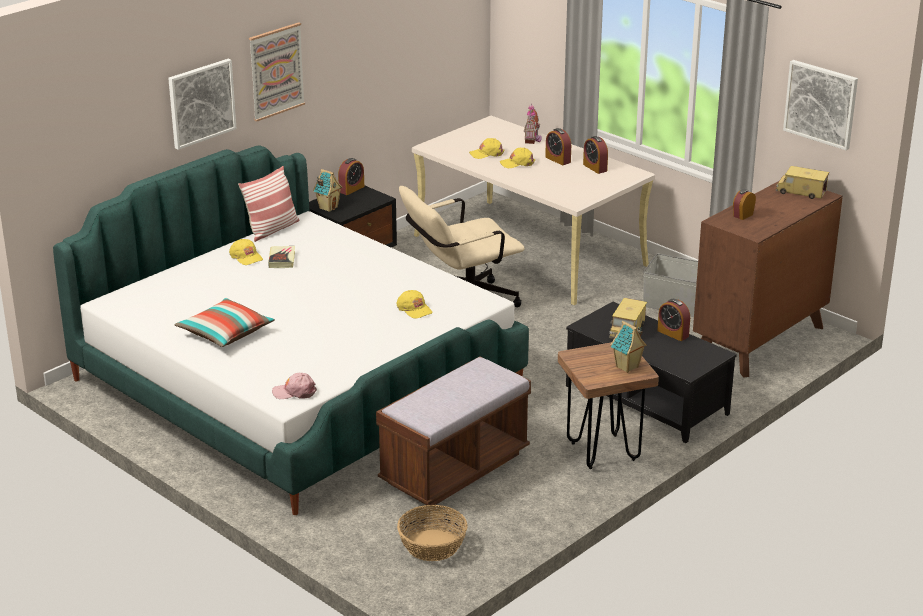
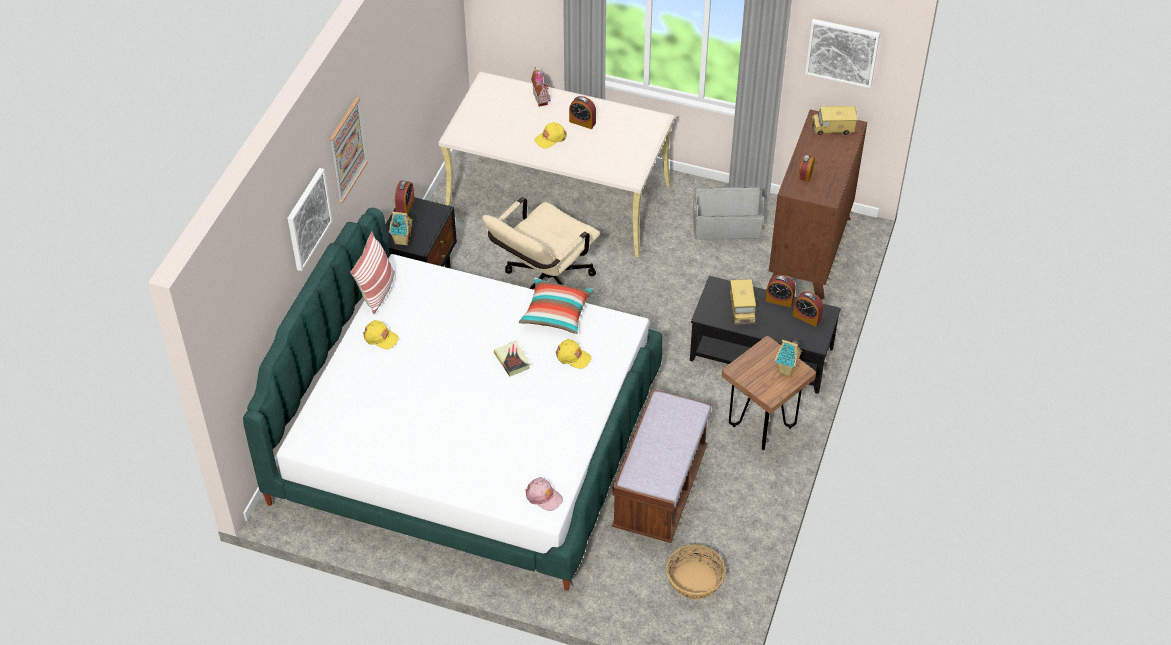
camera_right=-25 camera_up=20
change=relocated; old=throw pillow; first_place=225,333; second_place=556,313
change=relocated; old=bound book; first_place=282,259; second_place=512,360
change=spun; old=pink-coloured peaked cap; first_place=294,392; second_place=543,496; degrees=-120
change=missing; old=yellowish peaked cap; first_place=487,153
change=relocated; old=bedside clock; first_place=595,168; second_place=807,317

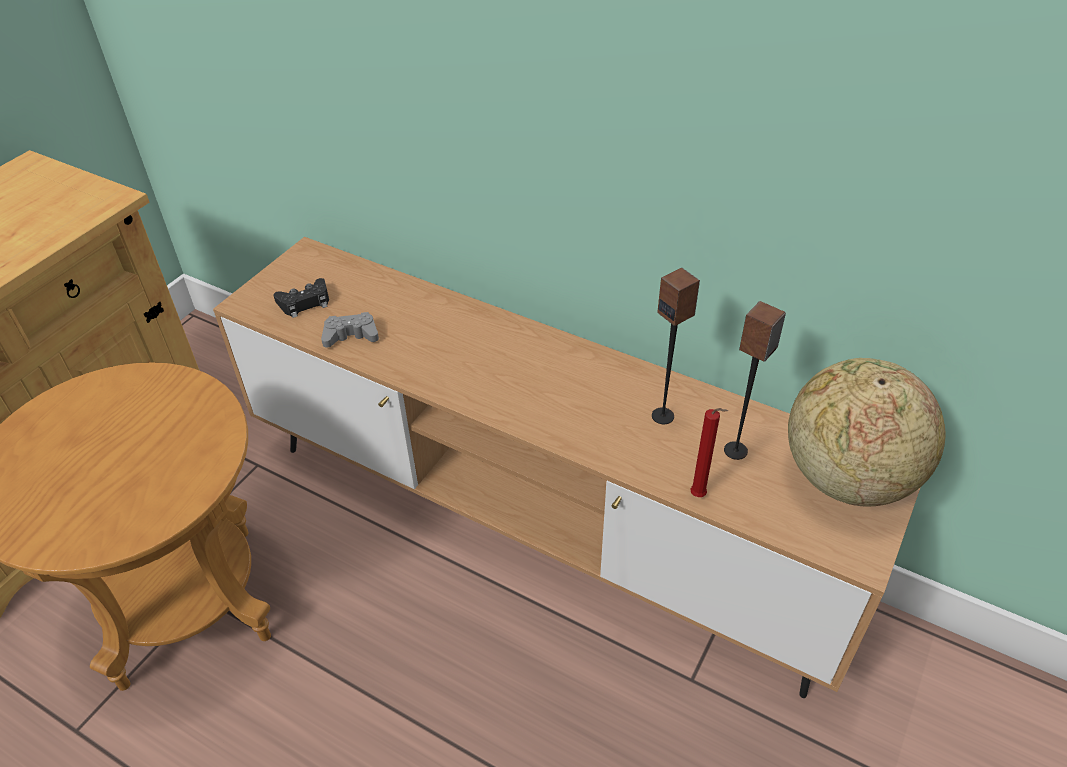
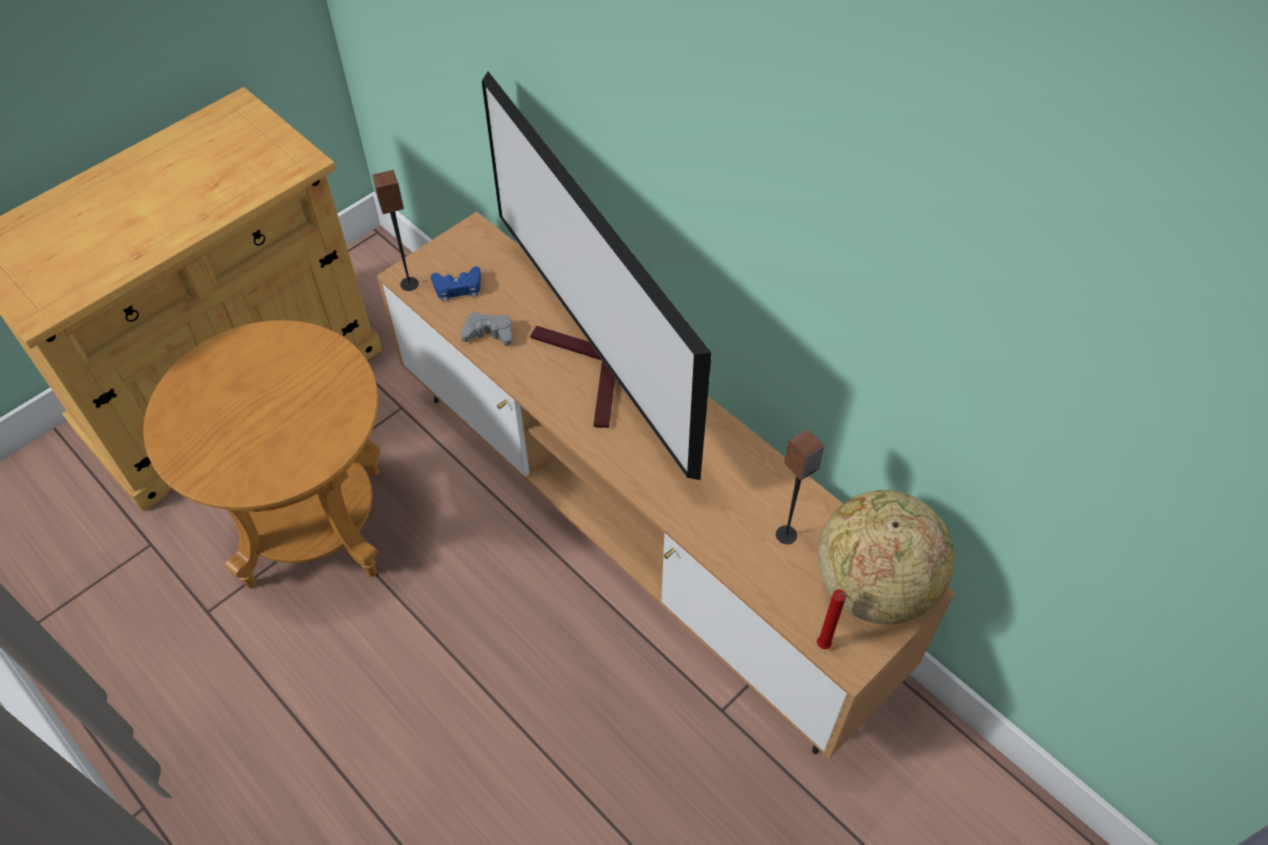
camera_right=15 camera_up=10
change=colour; old=black game controller; new=blue game controller; first_place=305,302; second_place=458,288
change=relocated; old=loudspeaker; first_place=663,416; second_place=410,284
change=relocated; old=red wax light; first_place=700,496; second_place=825,647
change=appeared; new=TV; second_place=593,370

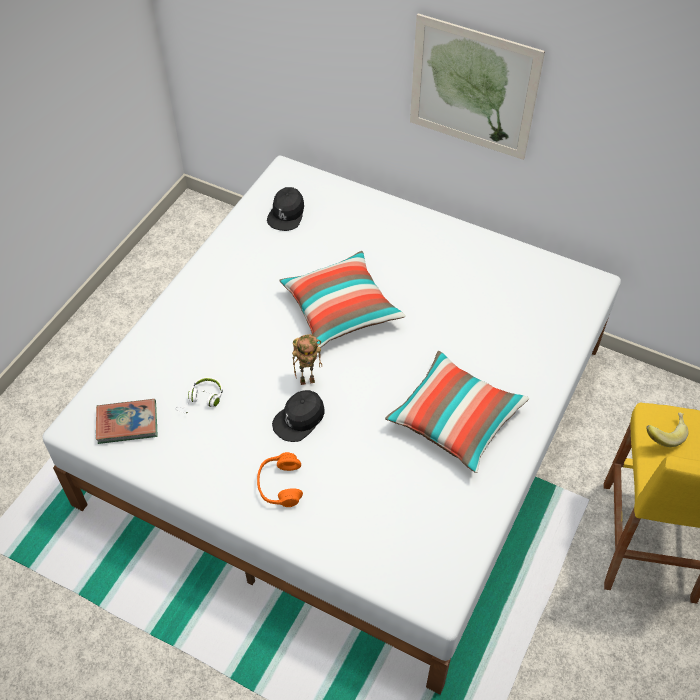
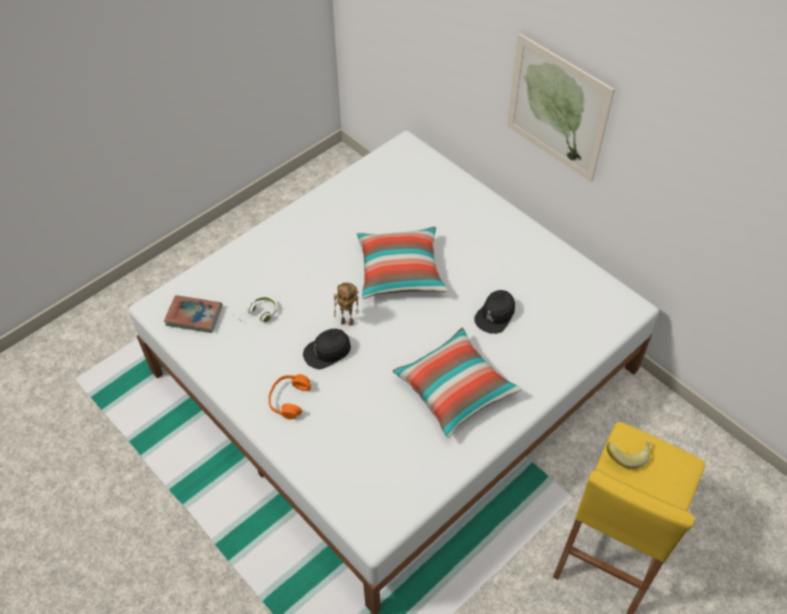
camera_right=20 camera_up=0
change=relocated; old=black peaked cap; first_place=286,214; second_place=495,315

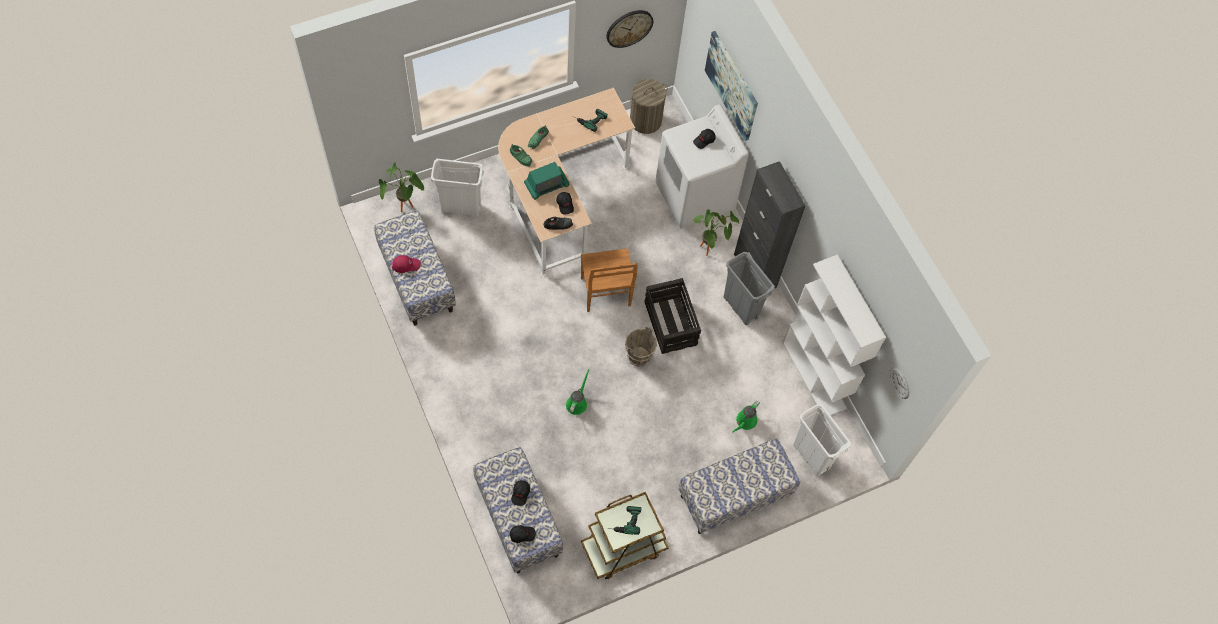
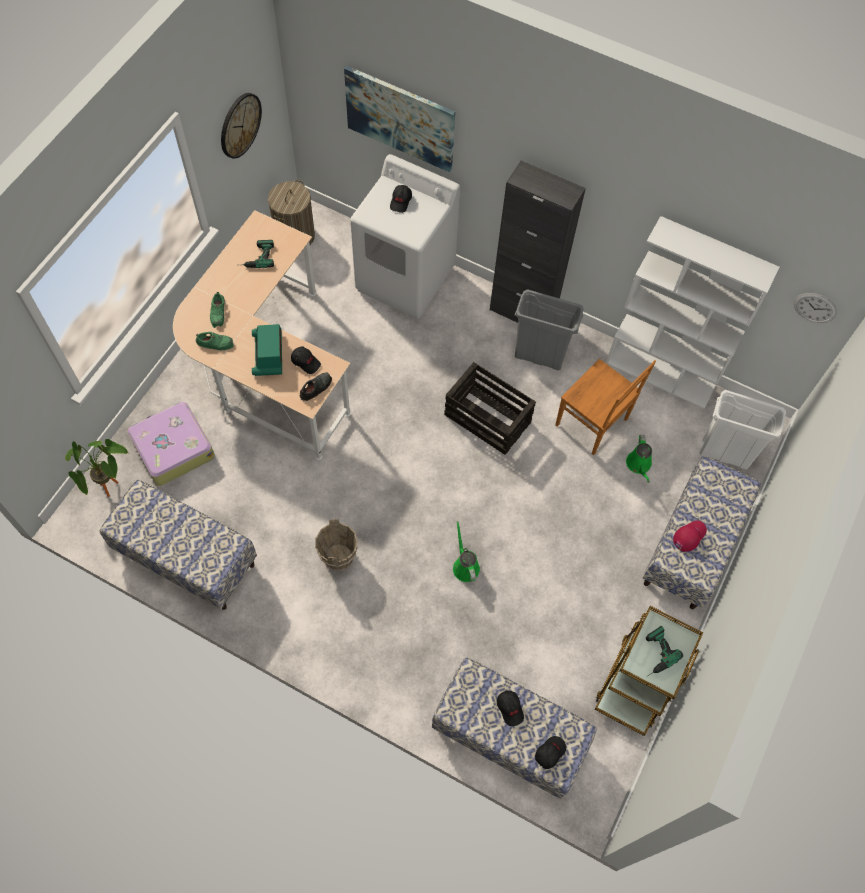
camera_right=-35 camera_up=0
change=relocated; old=red peaked cap; first_place=406,265; second_place=689,536
change=exchanged; old=white waste bin; new=suitcase; first_place=460,208; second_place=172,448
change=spun; old=radio receiver; first_place=546,185; second_place=268,354; degrees=150
change=relocated; old=brownish plain chair; first_place=605,293; second_place=593,423
change=relocated; old=brownish water bucket; first_place=639,357; second_place=339,557
change=missing; old=houseplant; first_place=709,251

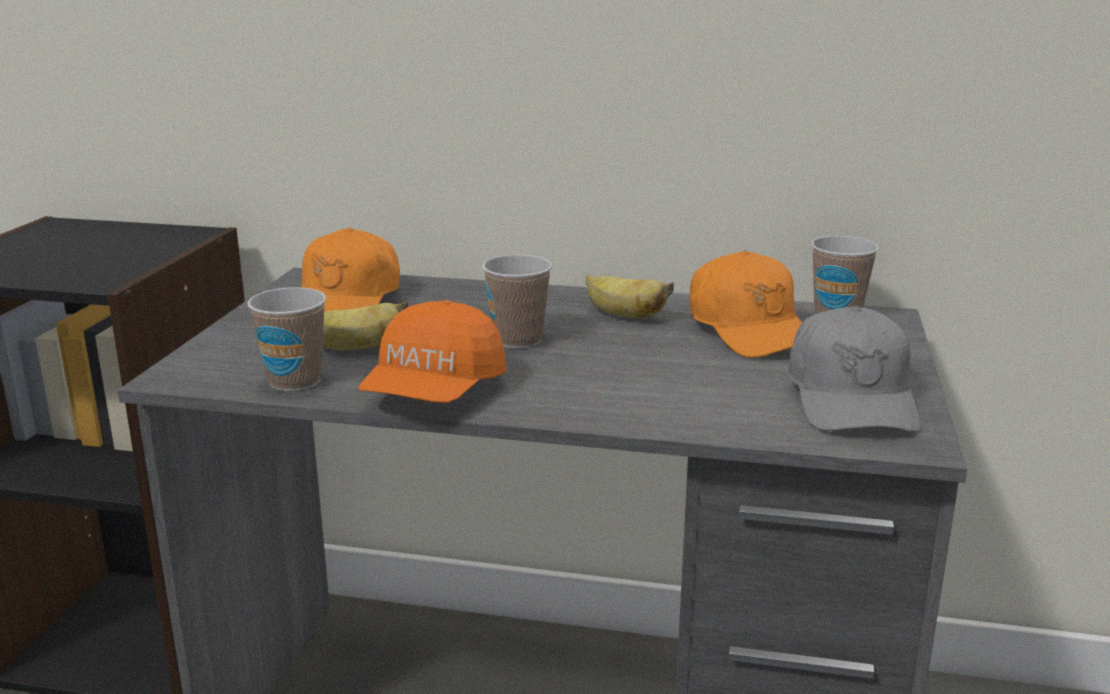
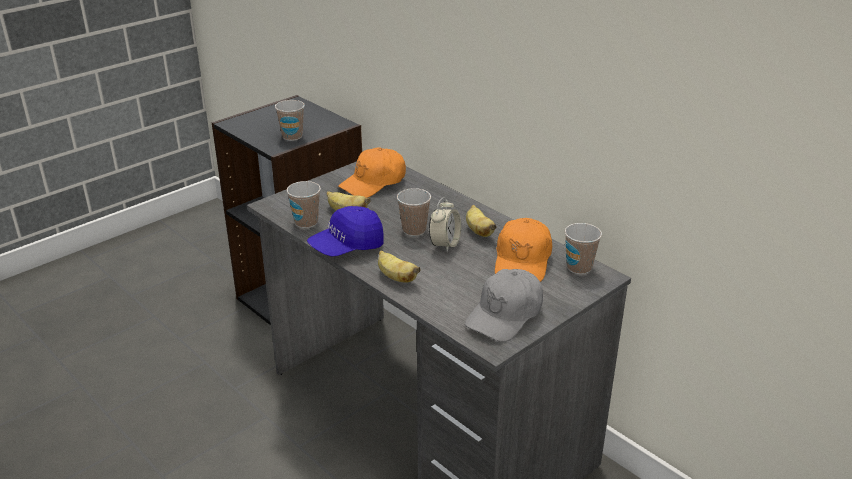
camera_right=35 camera_up=10
change=colour; old=orange-coloured peaked cap; new=blue peaked cap; first_place=433,392; second_place=347,247
change=appeared; new=drinking cup; second_place=292,136
change=appeared; new=whole banana; second_place=396,277
change=appeared; new=bedside clock; second_place=445,244

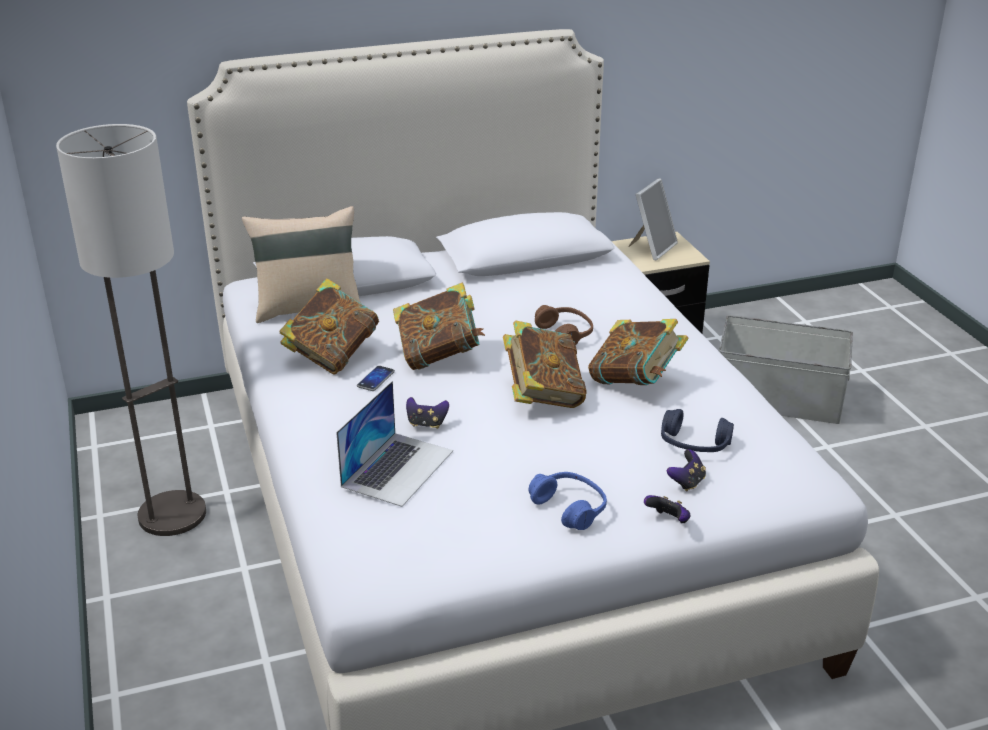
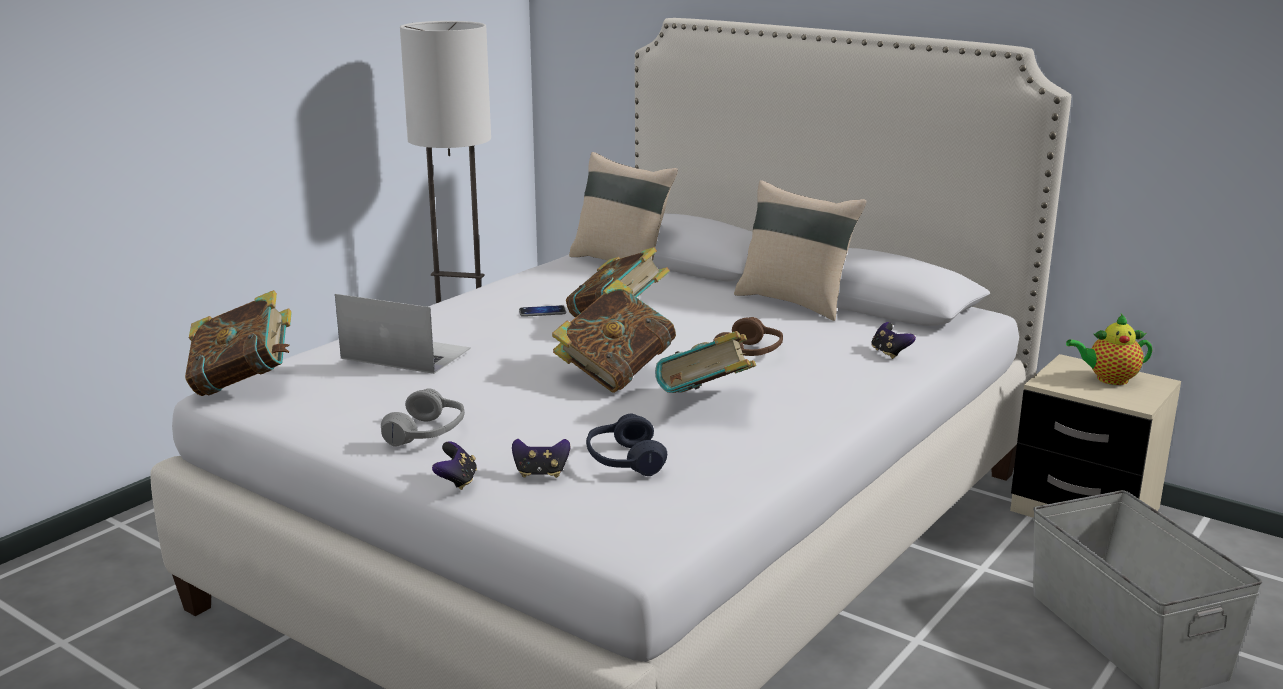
camera_right=55 camera_up=-10
change=relocated; old=bound book; first_place=332,356; second_place=244,384
change=spun; old=portable computer; first_place=398,468; second_place=405,353; degrees=-150
change=relocated; old=game controller; first_place=426,424; second_place=889,353
change=colour; old=blue headset; new=gray headset; first_place=569,508; second_place=427,433
change=exchanged; old=photo frame; new=pot for tea; first_place=651,248; second_place=1108,379
change=appeared; new=sand-coloured throw pillow; second_place=795,302

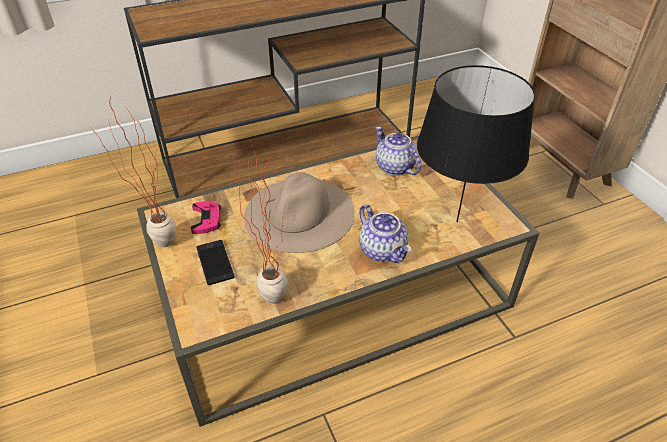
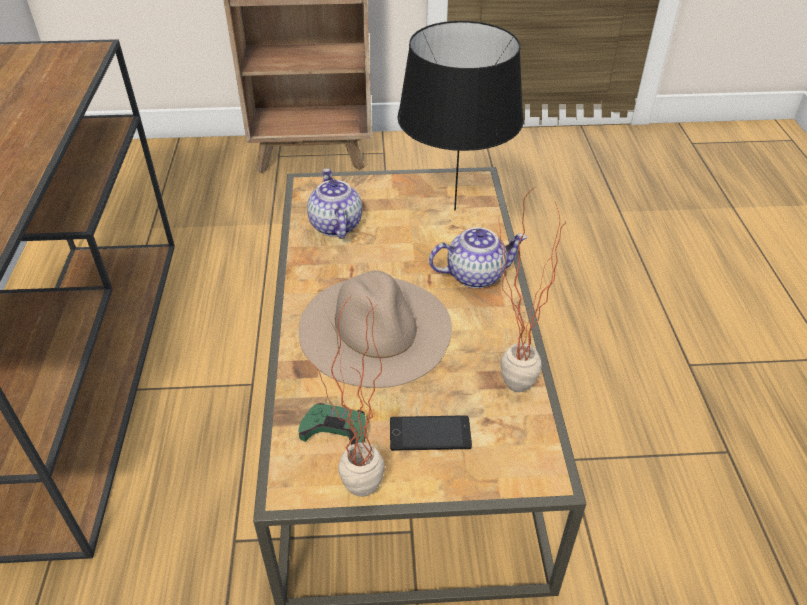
camera_right=-70 camera_up=0
change=colour; old=pink-coloured game controller; new=green game controller; first_place=206,220; second_place=335,429
change=spun; old=pot for tea; first_place=394,167; second_place=335,225; degrees=90

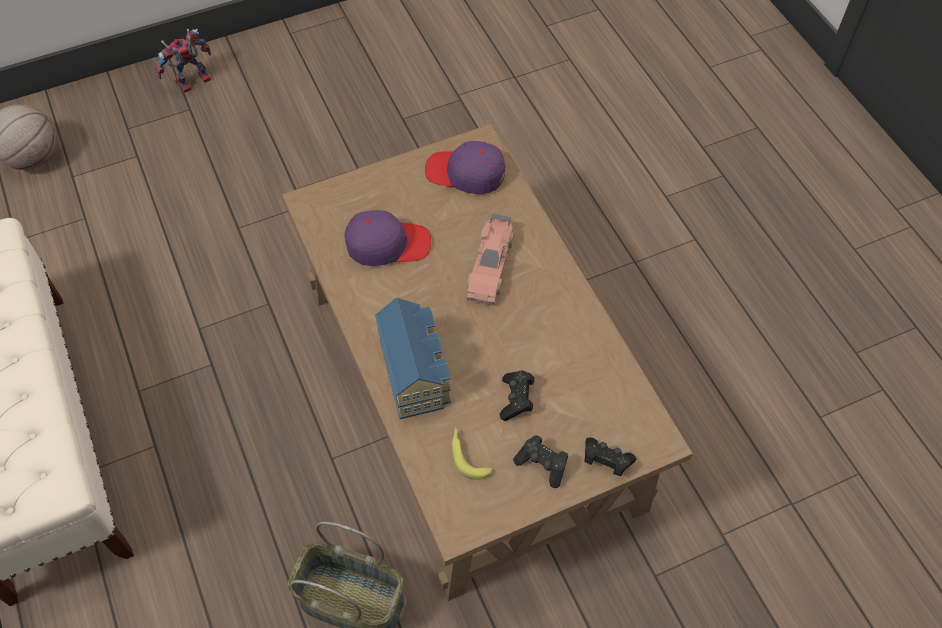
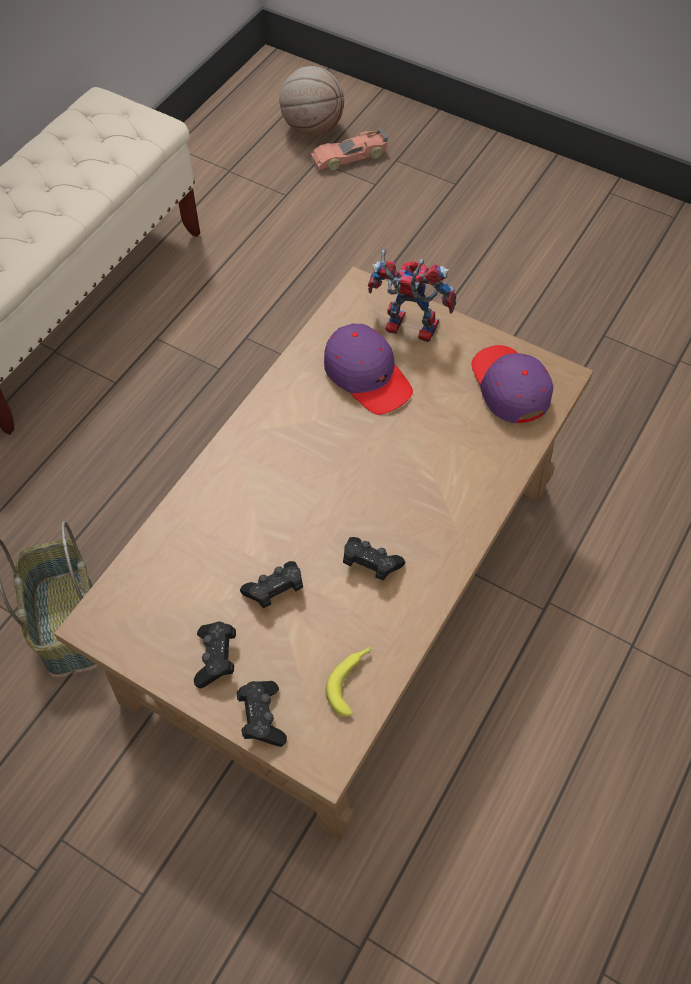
camera_right=55 camera_up=0
change=relocated; old=model robot; first_place=192,84; second_place=405,328
change=missing; old=miniature house; first_place=416,372
change=relocated; old=whole banana; first_place=467,455; second_place=352,680
change=relocated; old=model car; first_place=490,266; second_place=349,157
change=appeared; new=black game controller; second_place=370,564

